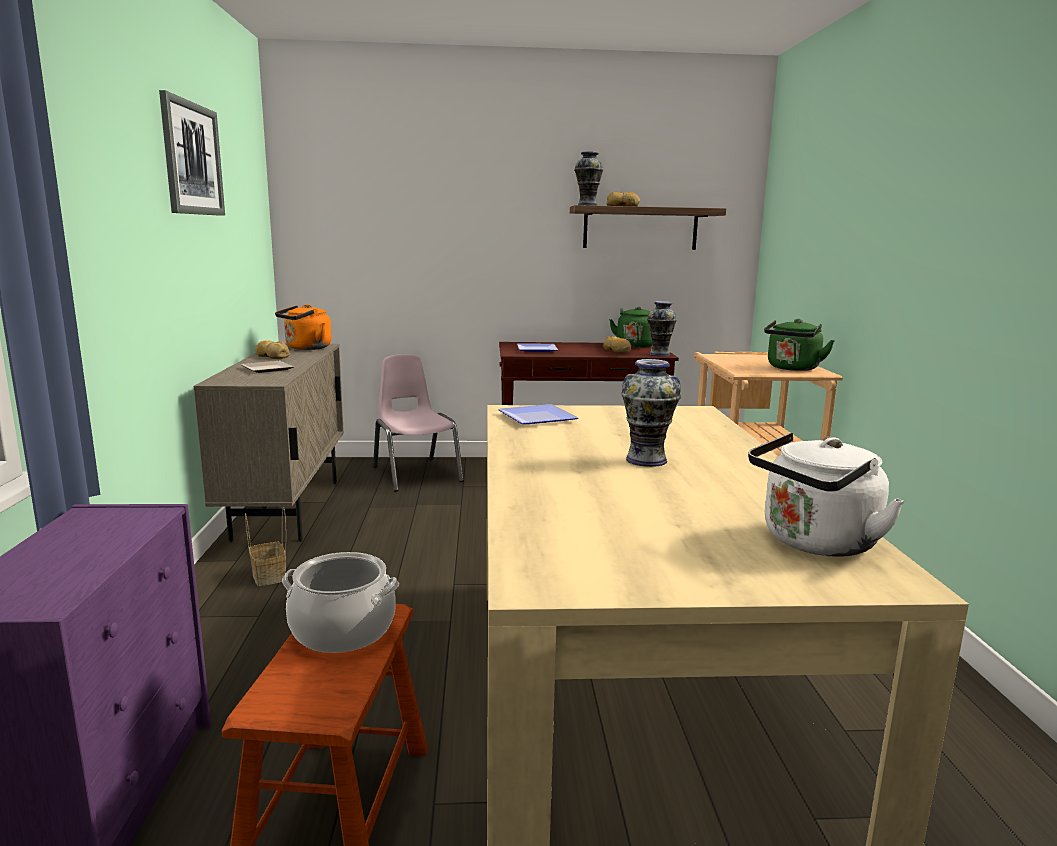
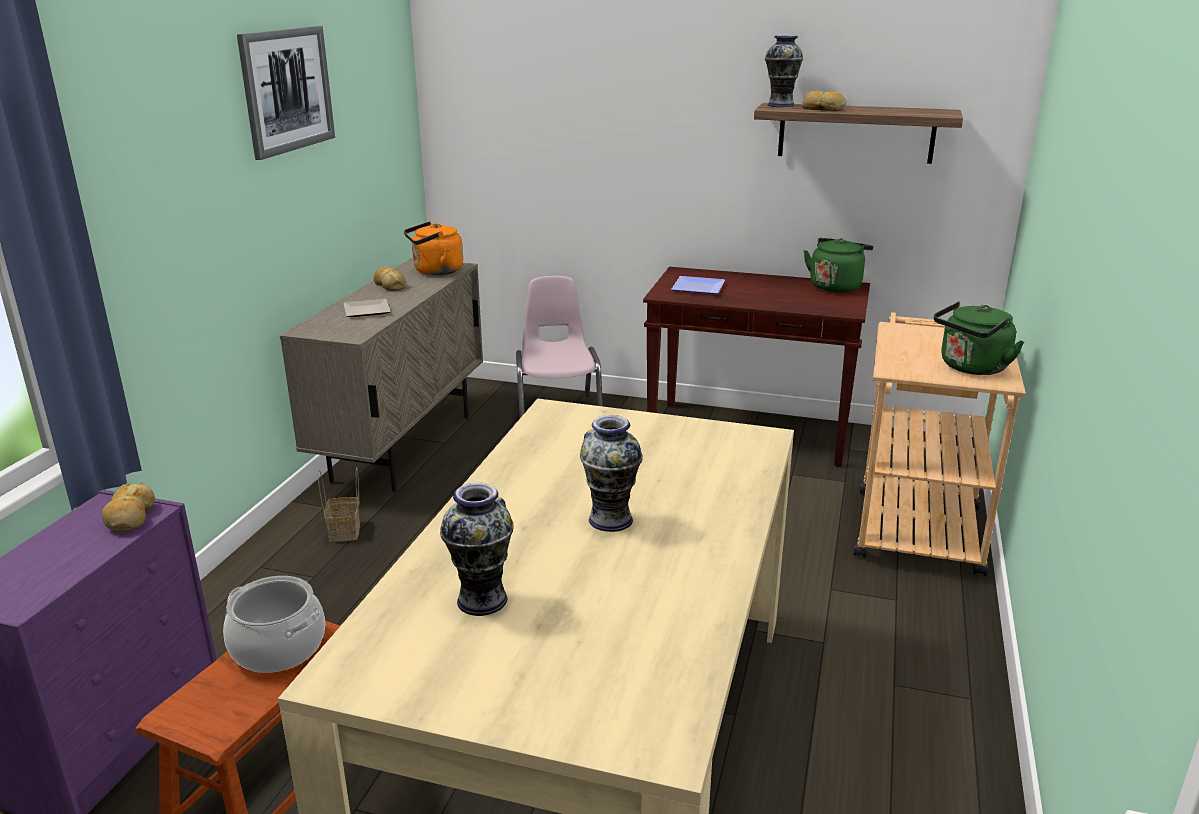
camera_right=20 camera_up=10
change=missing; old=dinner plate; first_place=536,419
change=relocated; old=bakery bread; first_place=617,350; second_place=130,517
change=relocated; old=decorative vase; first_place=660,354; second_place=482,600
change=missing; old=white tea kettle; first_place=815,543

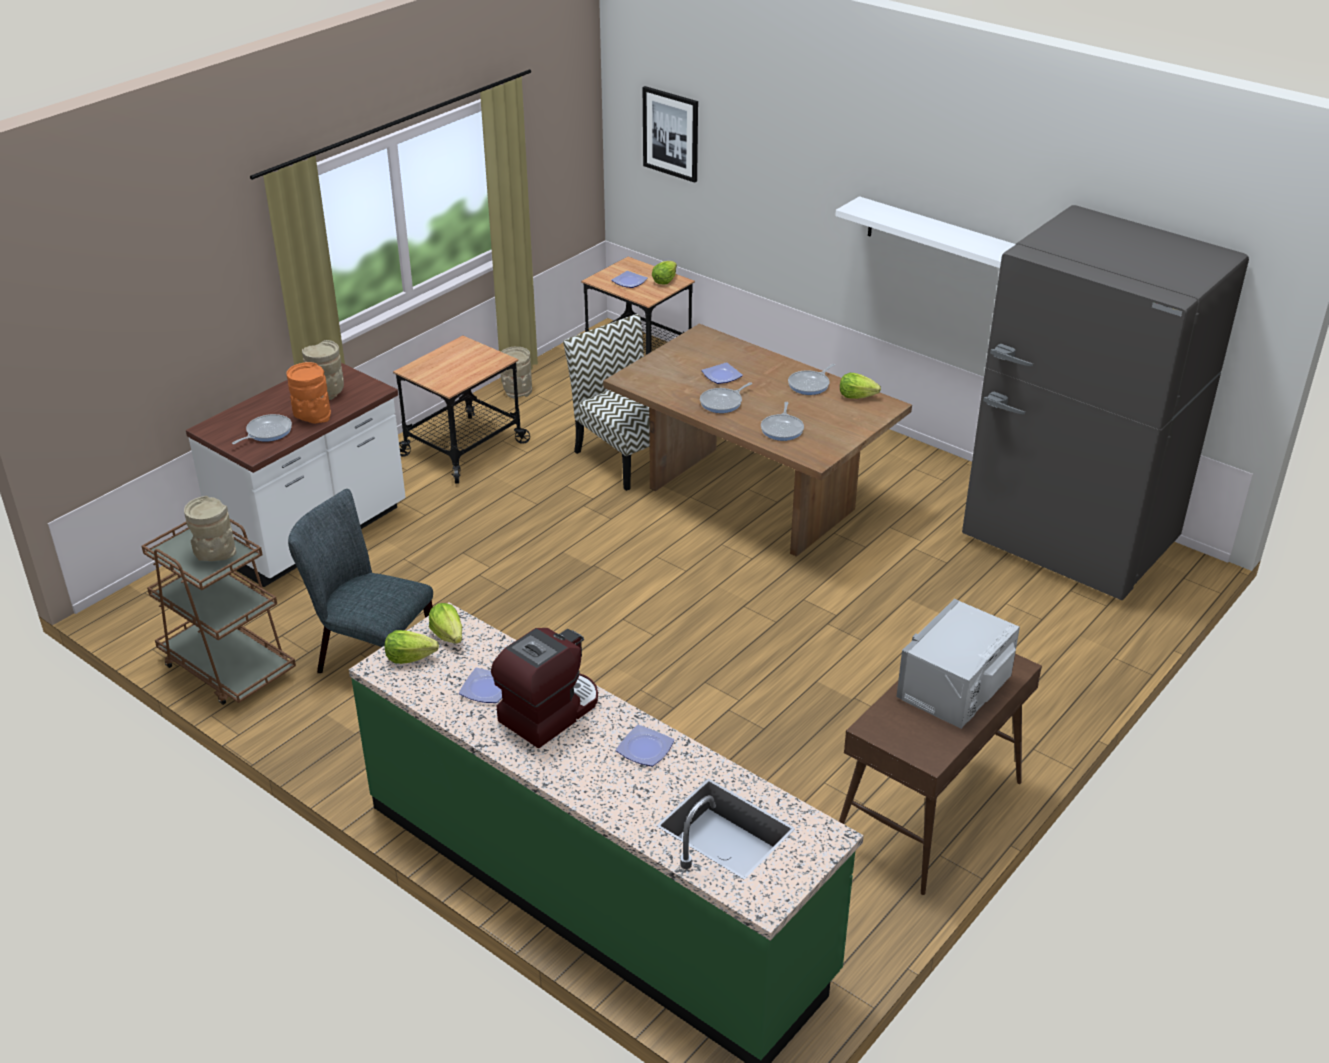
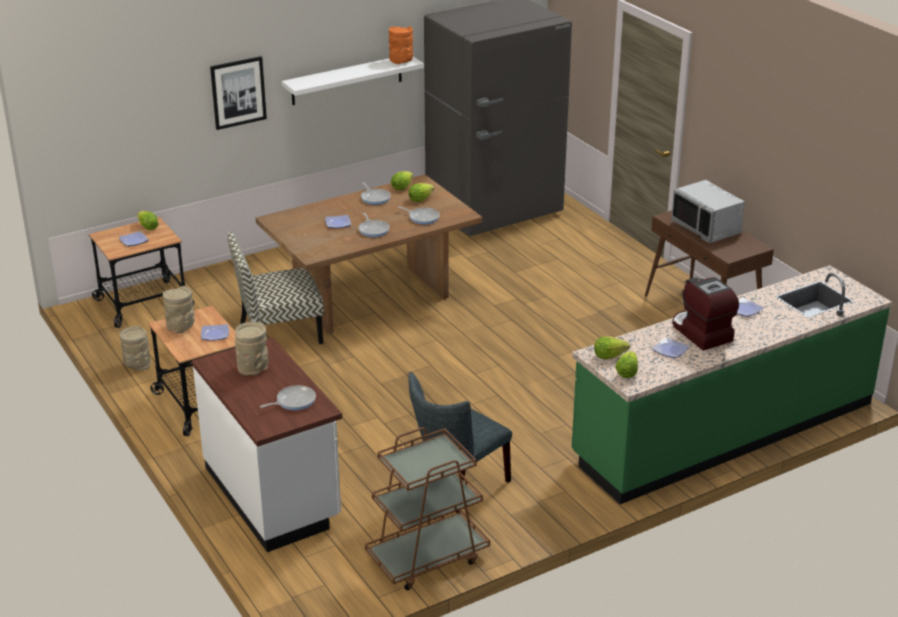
camera_right=-70 camera_up=-5
change=relocated; old=sand-coloured decorative vase; first_place=214,555; second_place=181,328
change=spun; old=skillet; first_place=267,432; second_place=293,401; degrees=90
change=relocated; old=orange-coloured decorative vase; first_place=312,417; second_place=401,61
change=relocated; old=wall art; first_place=671,133; second_place=238,92
change=appeared; new=dinner plate; second_place=215,334
change=appeared; new=head of lettuce; second_place=420,199

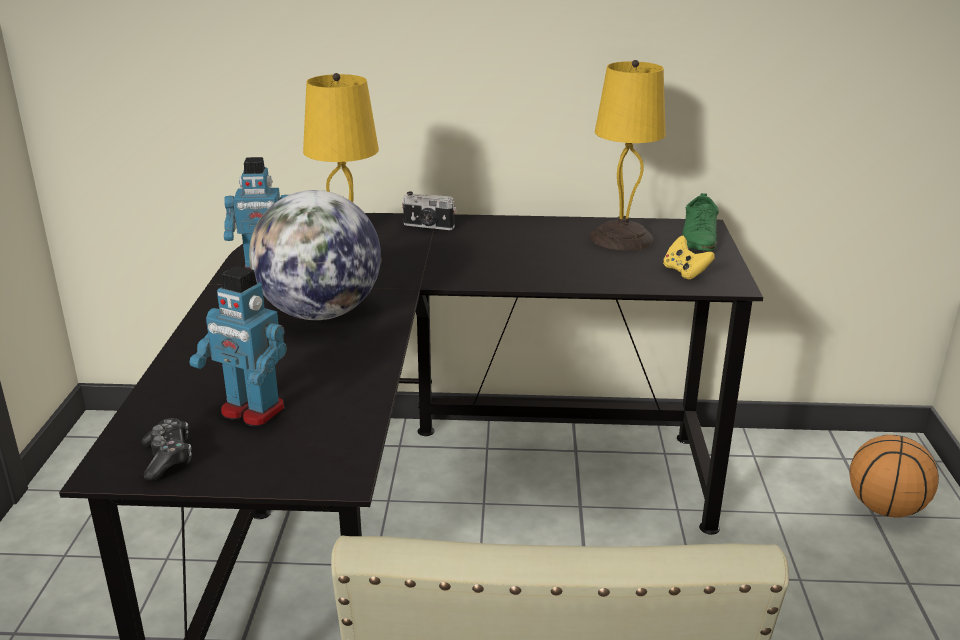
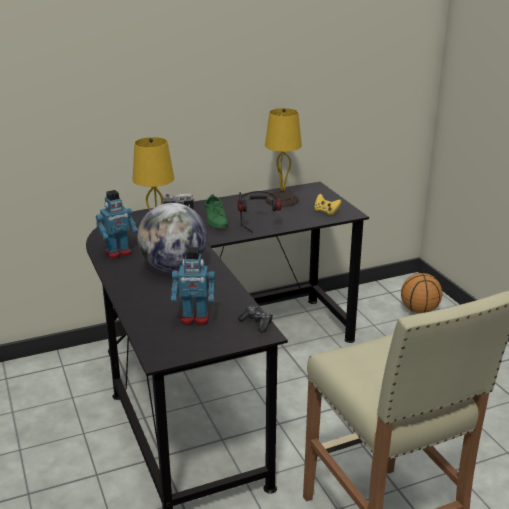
camera_right=-25 camera_up=0
change=relocated; old=game controller; first_place=168,458; second_place=256,323
change=relocated; old=green shoe; first_place=699,238; second_place=216,220
change=appeared; new=headset; second_place=258,224

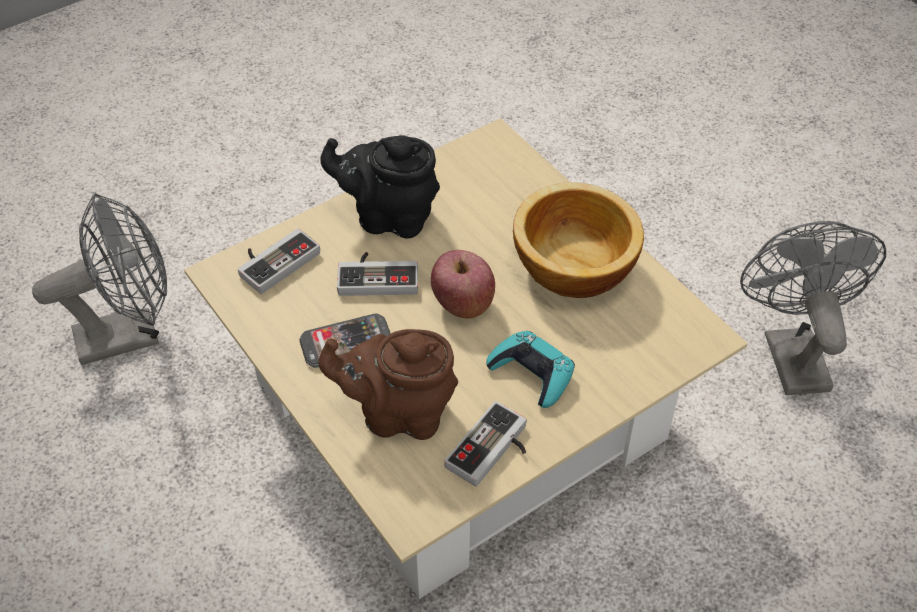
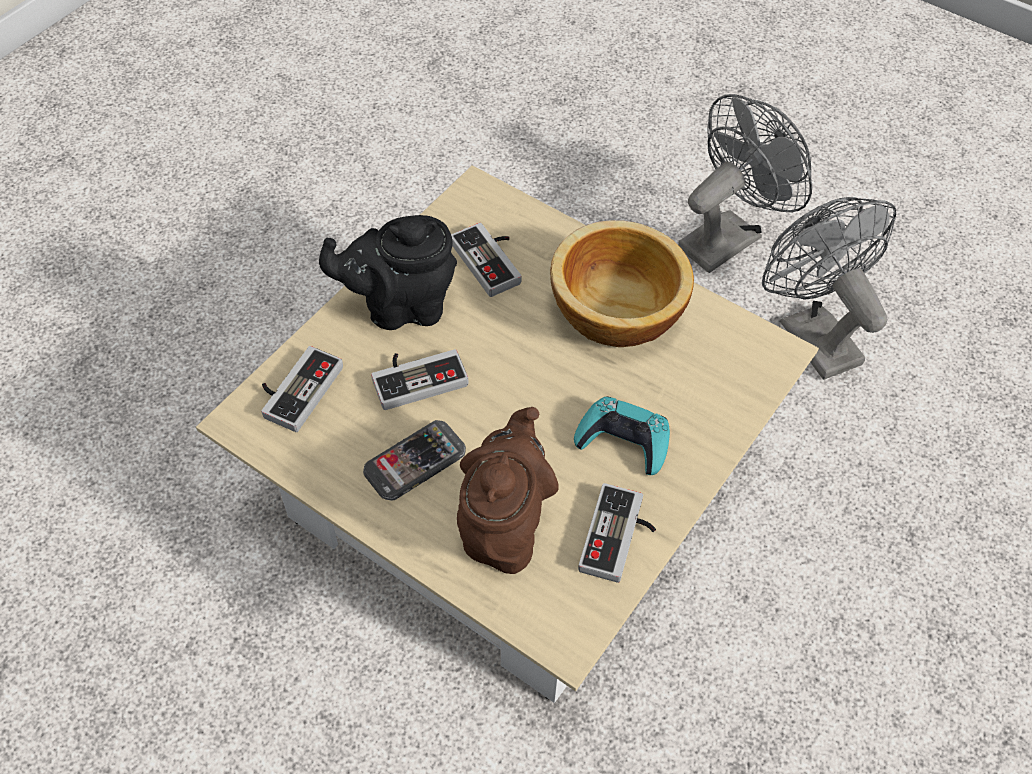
camera_right=-20 camera_up=5
change=relocated; old=gray electric fan; first_place=130,334; second_place=727,236
change=spun; old=brownish pot for tea; first_place=398,413; second_place=504,526; degrees=120
change=missing; old=apple; first_place=463,304
change=appeared; new=game controller; second_place=493,260

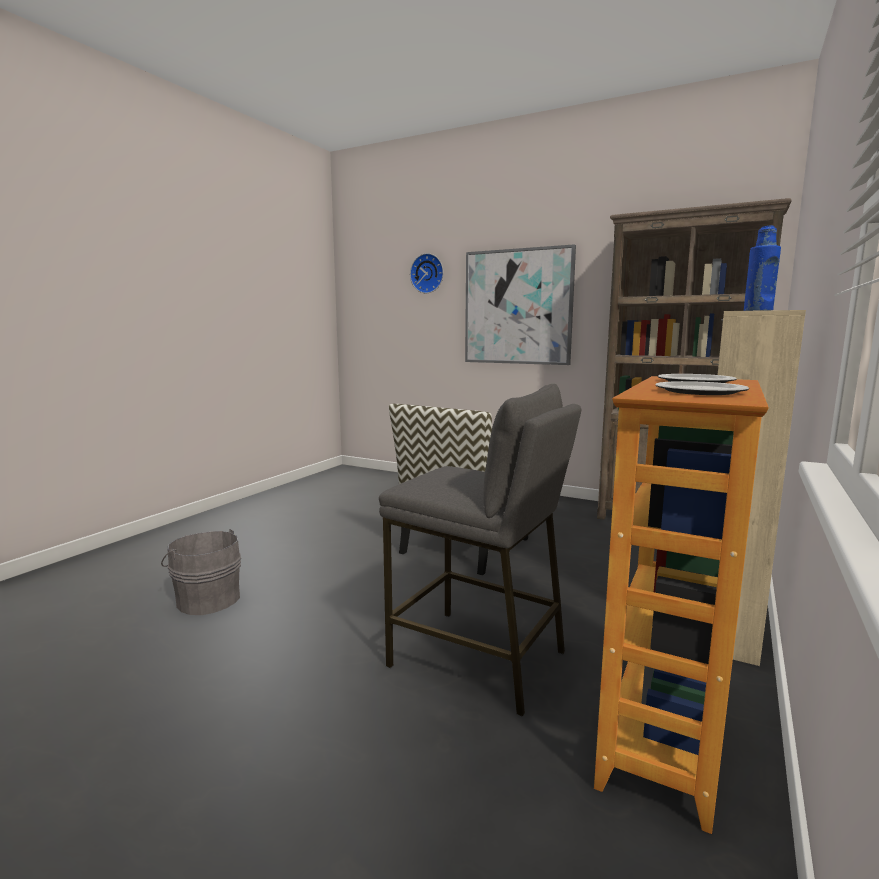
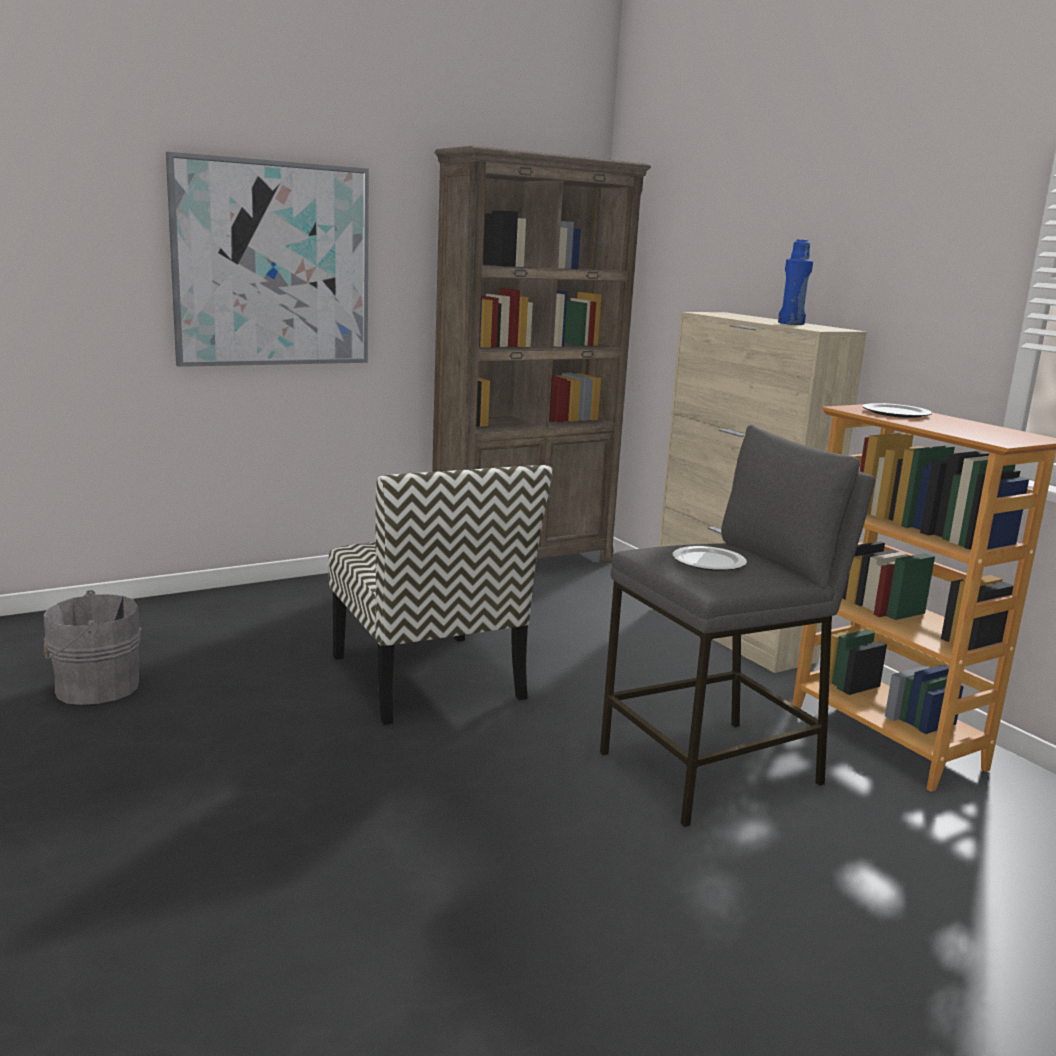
camera_right=-60 camera_up=5
change=relocated; old=gray water bucket; first_place=207,599; second_place=93,687
change=missing; old=wall clock; first_place=428,273
change=relocated; old=dinner plate; first_place=698,391; second_place=707,562

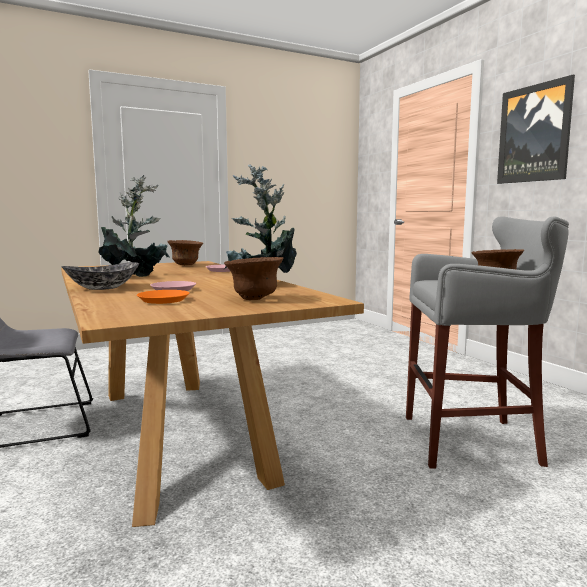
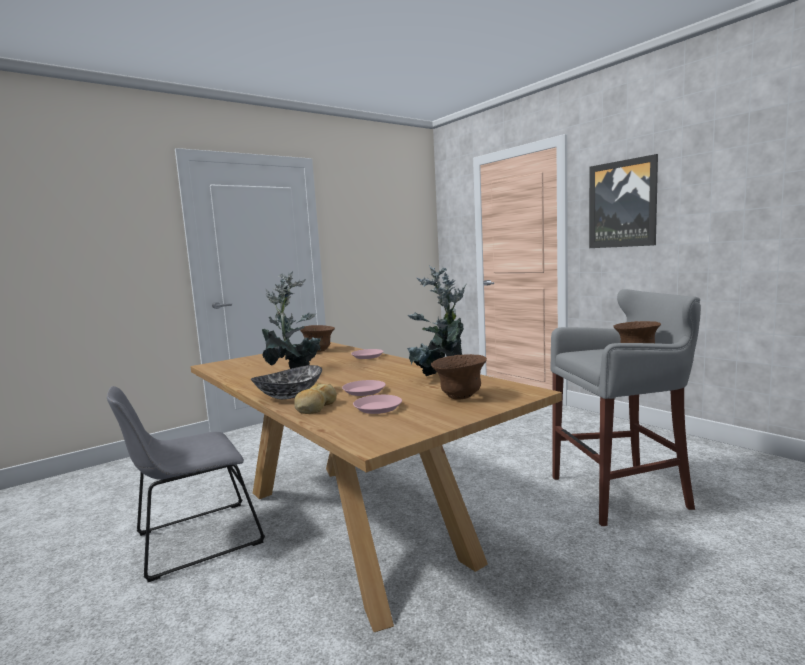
camera_right=-10 camera_up=0
change=colour; old=orange-coloured dinner plate; new=pink-coloured dinner plate; first_place=164,300; second_place=378,407
change=appeared; new=bakery bread; second_place=315,407

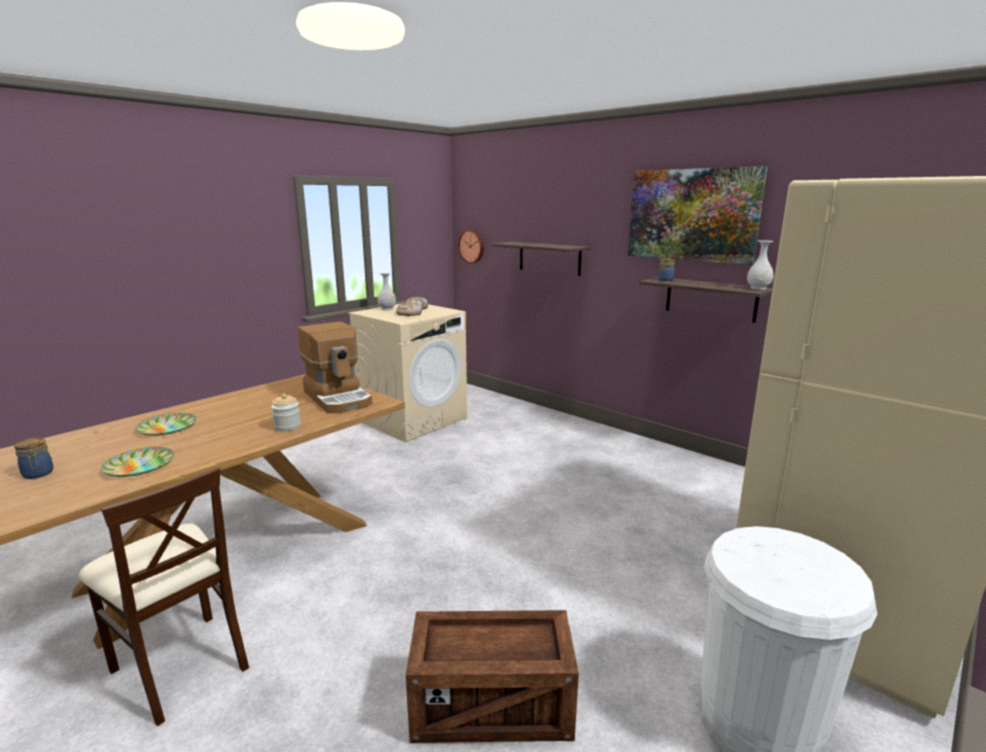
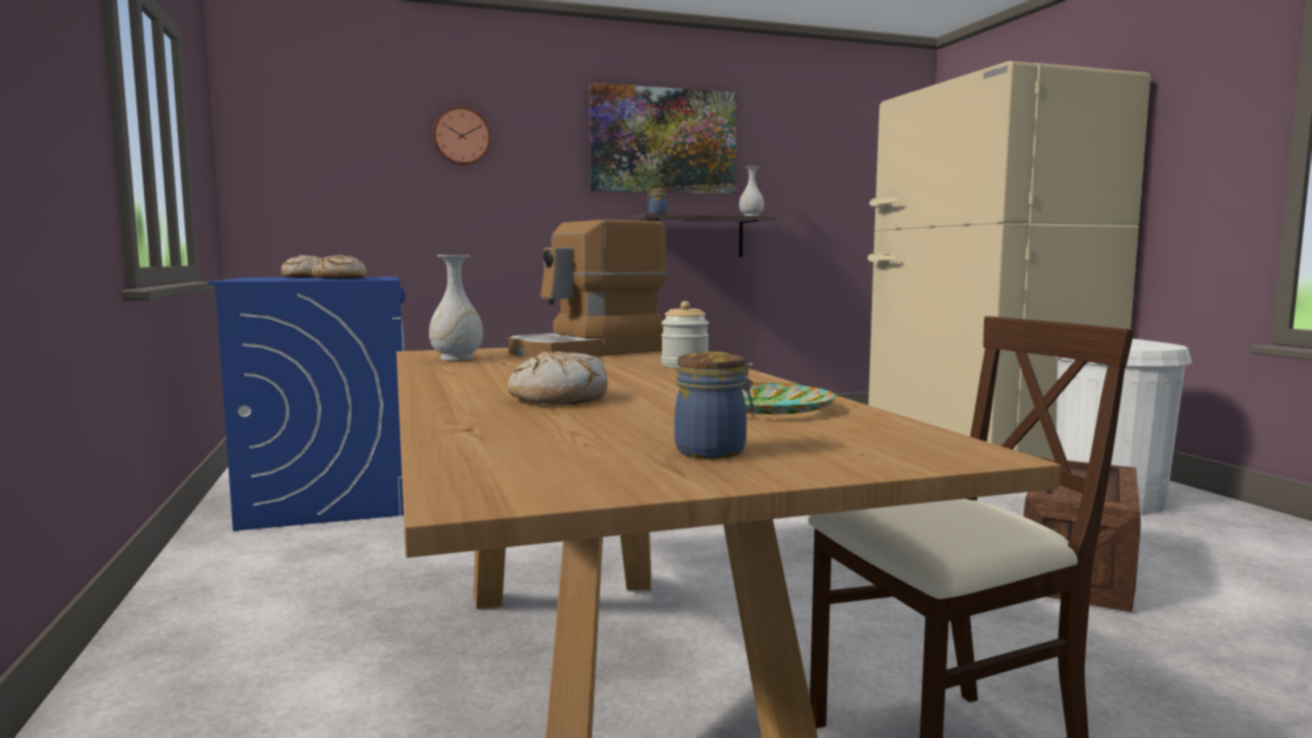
camera_right=-60 camera_up=-10
change=exchanged; old=dinner plate; new=bakery bread; first_place=168,428; second_place=559,398
change=spun; old=coffee maker; first_place=339,398; second_place=588,351; degrees=150
change=colour; old=sand-coloured laundry machine; new=blue laundry machine; first_place=413,419; second_place=329,498
change=relocated; old=white decorative vase; first_place=387,309; second_place=457,358
change=relocated; old=wall clock; first_place=472,246; second_place=461,136
change=missing; old=wall shelf; first_place=549,258

